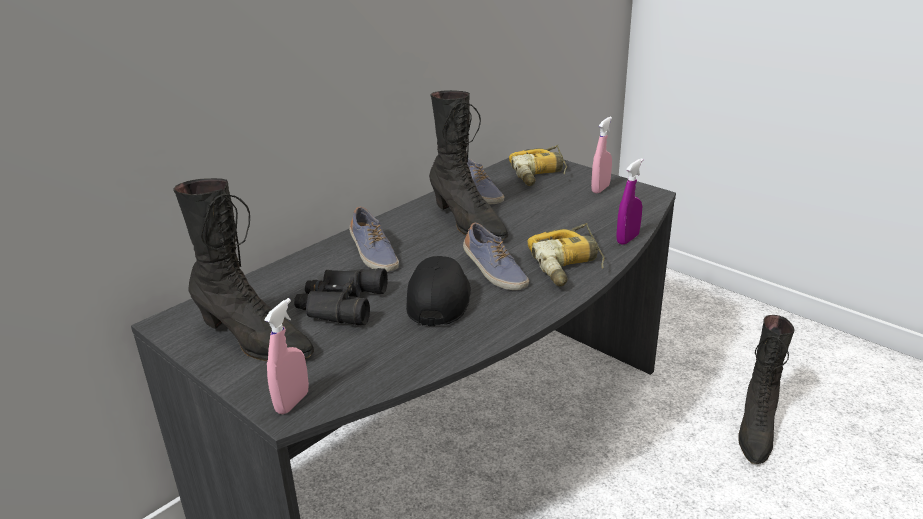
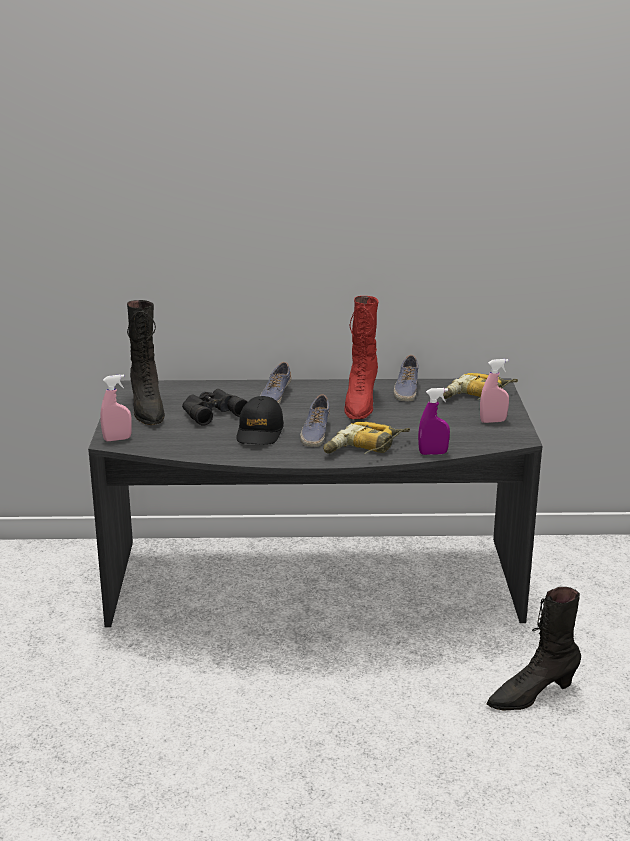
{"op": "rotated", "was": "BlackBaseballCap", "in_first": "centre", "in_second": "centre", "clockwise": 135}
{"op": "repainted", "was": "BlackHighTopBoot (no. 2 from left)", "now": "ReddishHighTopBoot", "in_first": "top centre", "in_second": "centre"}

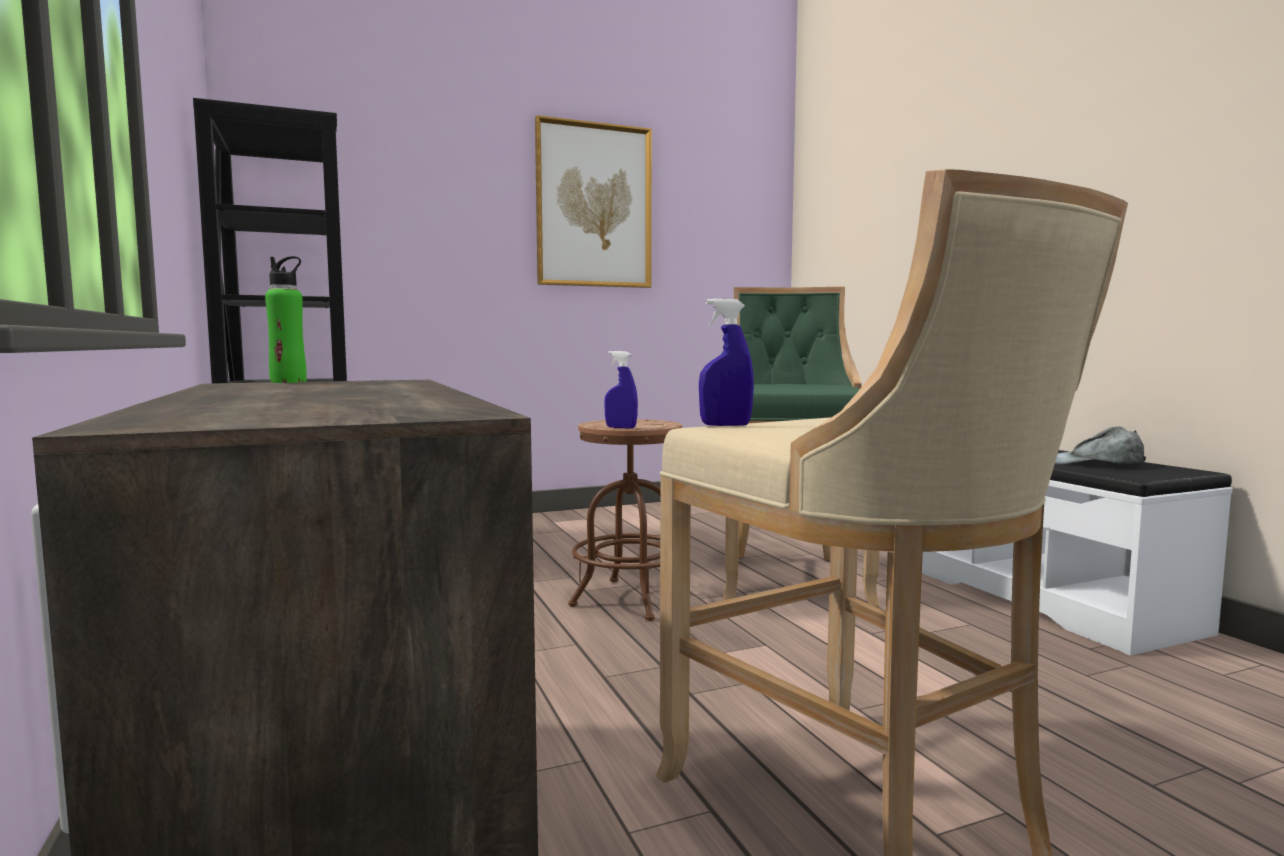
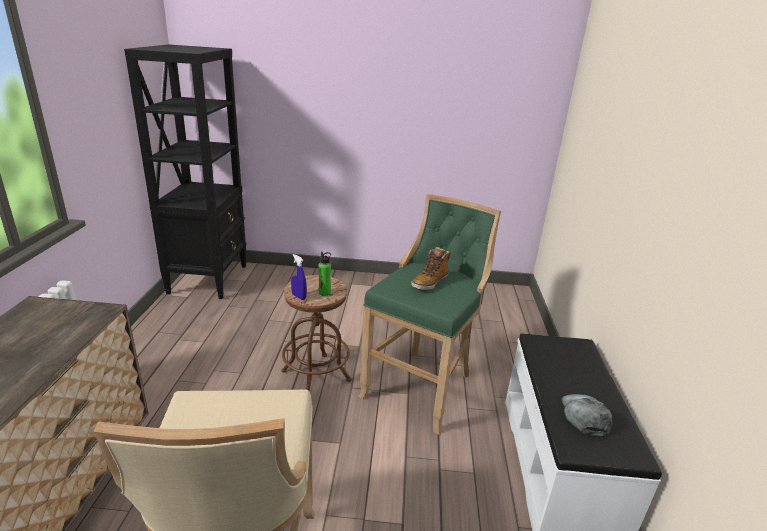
{"op": "shifted", "was": "GreenBottle", "in_first": "middle left", "in_second": "centre"}
{"op": "gone", "was": "WallArt", "in_first": "top centre"}
{"op": "gone", "was": "BluishSprayer (no. 2 from left)", "in_first": "centre"}
{"op": "rotated", "was": "GrayBaseballCap", "in_first": "middle right", "in_second": "bottom right", "clockwise": 45}
{"op": "new", "now": "HighTopBoot", "in_second": "centre"}

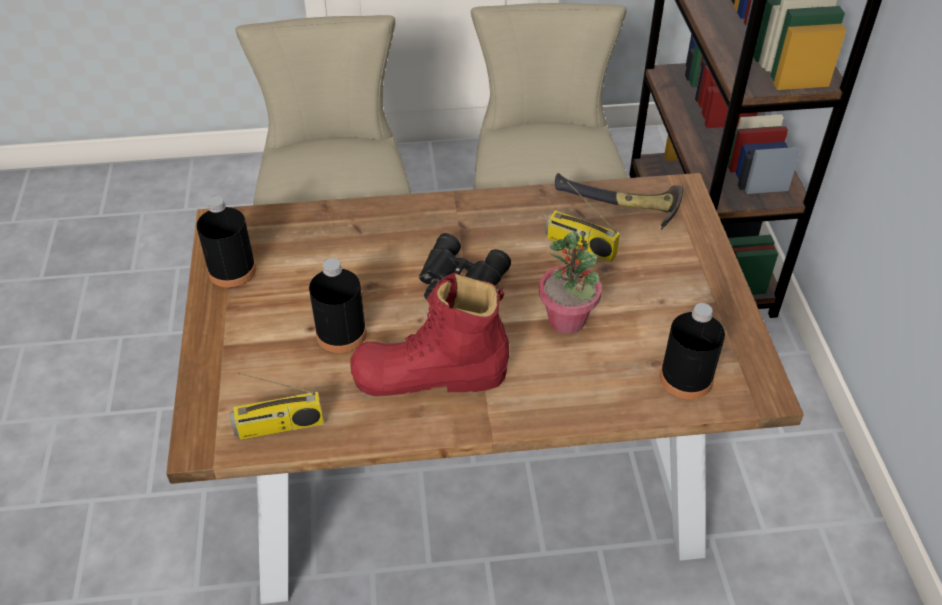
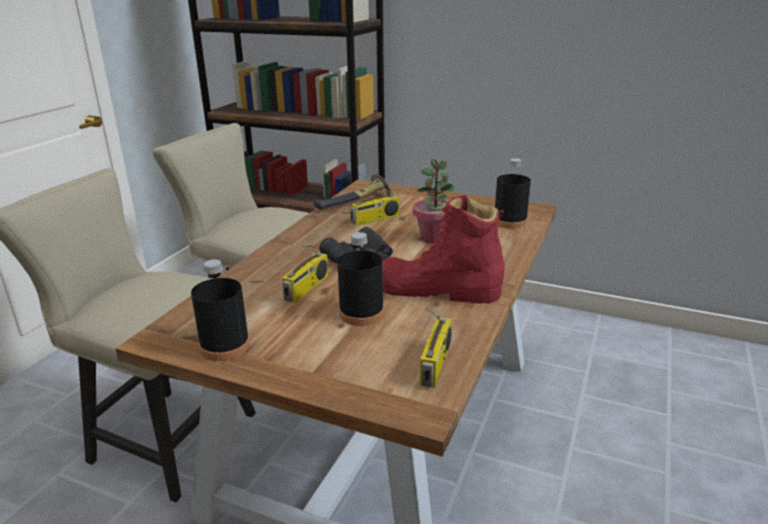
{"op": "rotated", "was": "ReddishHighTopBoot", "in_first": "centre", "in_second": "centre", "clockwise": 75}
{"op": "new", "now": "RadioSet (no. 1 from left)", "in_second": "centre"}

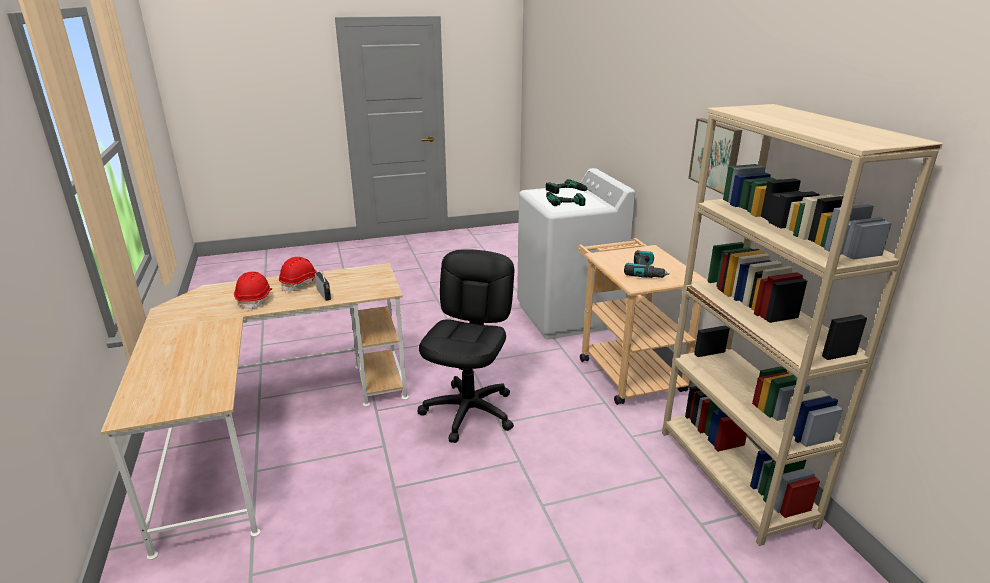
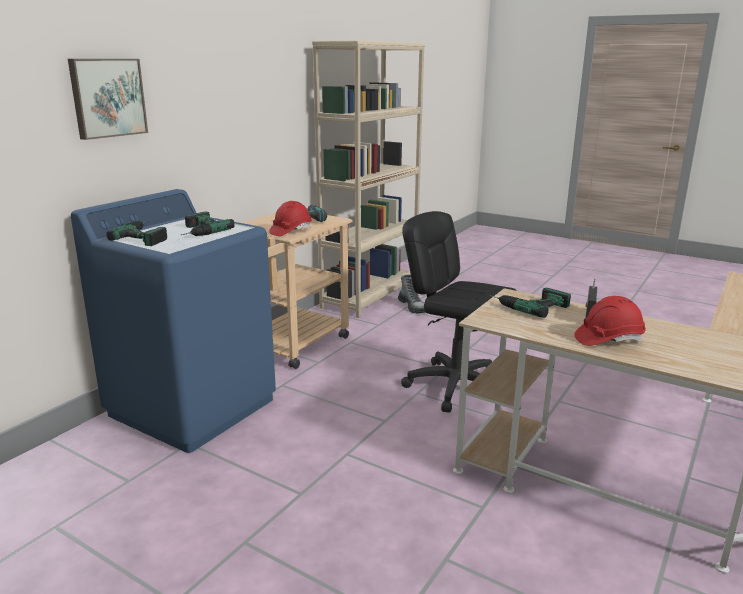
{"op": "shifted", "was": "ReddishWorkHelmet (no. 1 from left)", "in_first": "middle left", "in_second": "centre"}
{"op": "rotated", "was": "BlackDeskChair", "in_first": "centre", "in_second": "centre", "clockwise": 60}
{"op": "repainted", "was": "WhiteLaundryMachine", "now": "BluishLaundryMachine", "in_first": "centre", "in_second": "middle left"}
{"op": "shifted", "was": "WallArt", "in_first": "top right", "in_second": "top left"}
{"op": "new", "now": "HighTopBoot", "in_second": "centre"}
{"op": "new", "now": "PowerDrill (no. 4 from left)", "in_second": "middle right"}

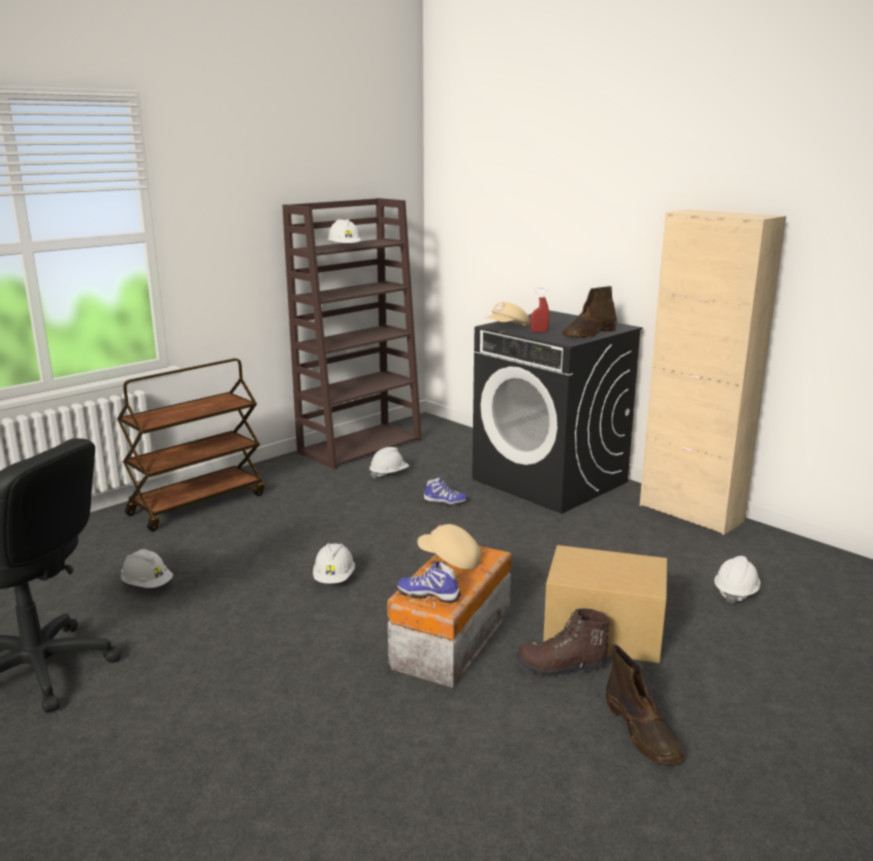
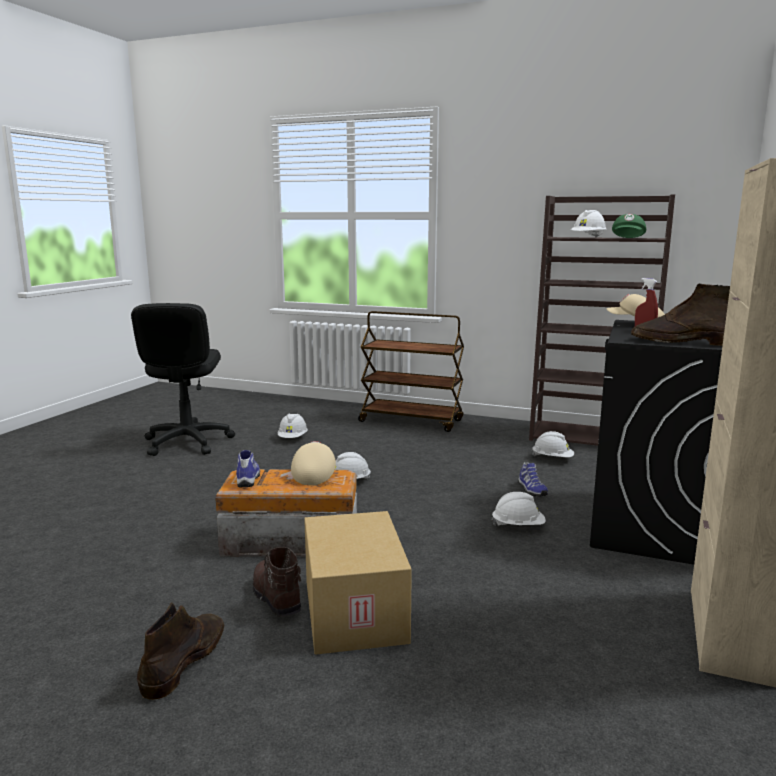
{"op": "rotated", "was": "BrownishHighTopBoot (no. 3 from left in the first image)", "in_first": "bottom right", "in_second": "bottom left", "clockwise": 150}
{"op": "shifted", "was": "WhiteWorkHelmet (no. 5 from left in the first image)", "now": "WhiteWorkHelmet (no. 3 from left)", "in_first": "bottom right", "in_second": "middle right"}
{"op": "new", "now": "GreenBaseballCap", "in_second": "top right"}

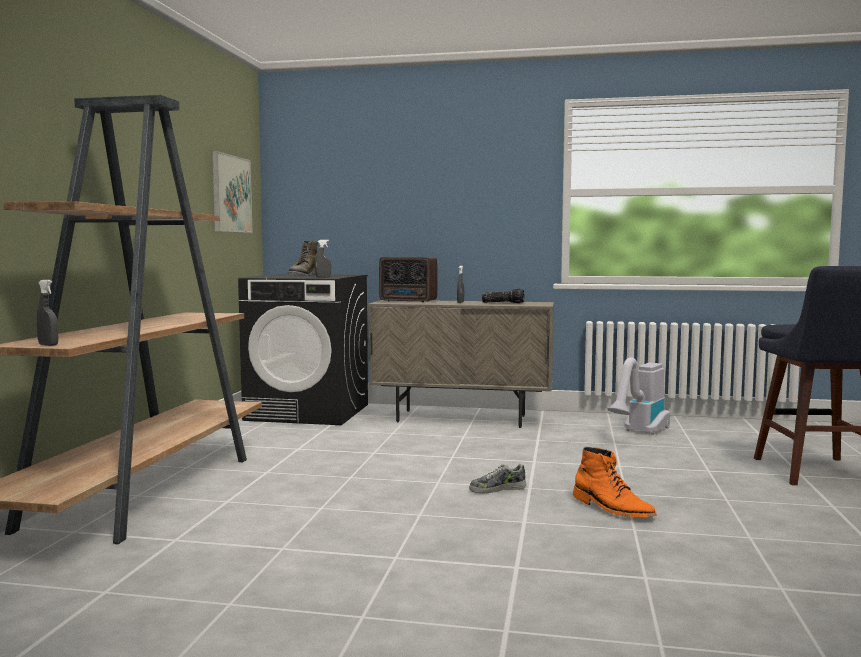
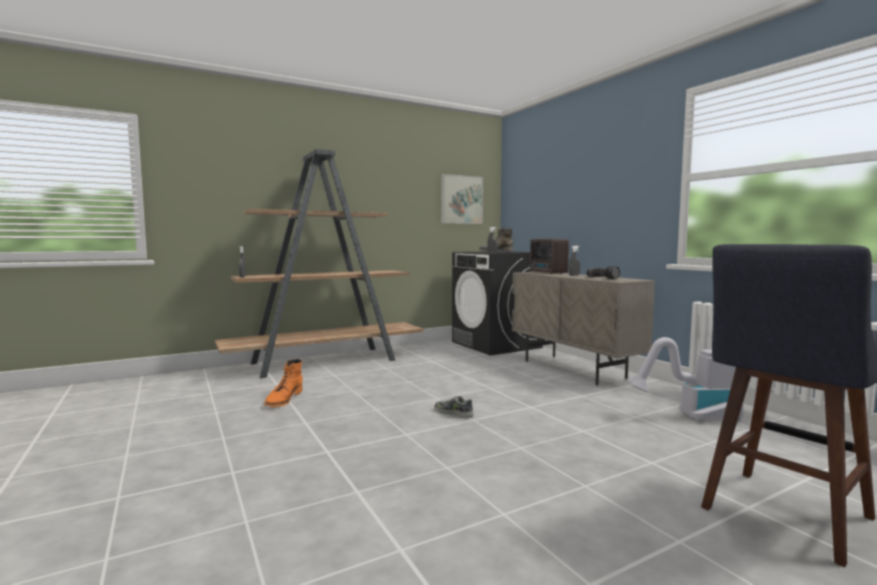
{"op": "shifted", "was": "OrangeyHighTopBoot", "in_first": "bottom right", "in_second": "middle left"}

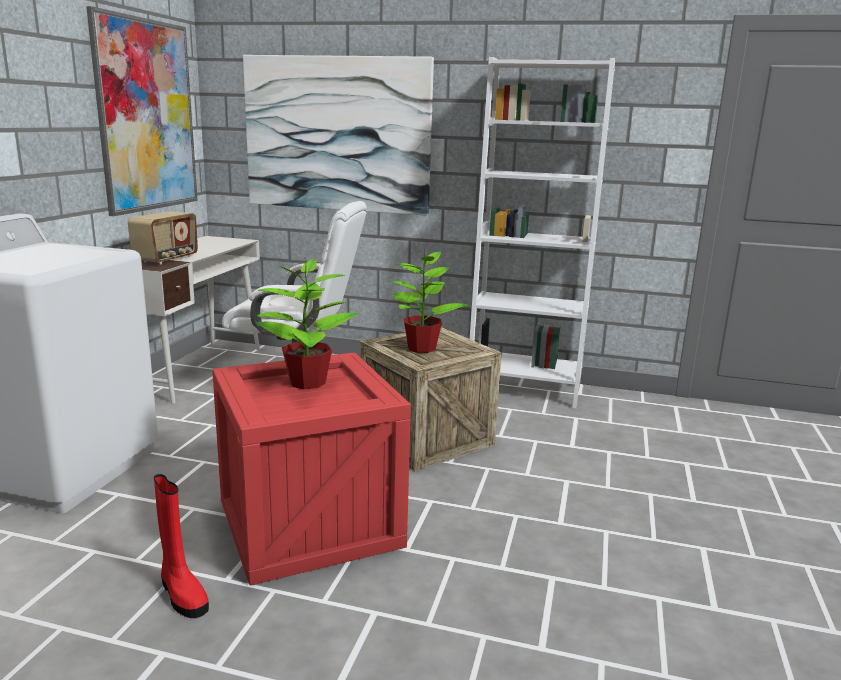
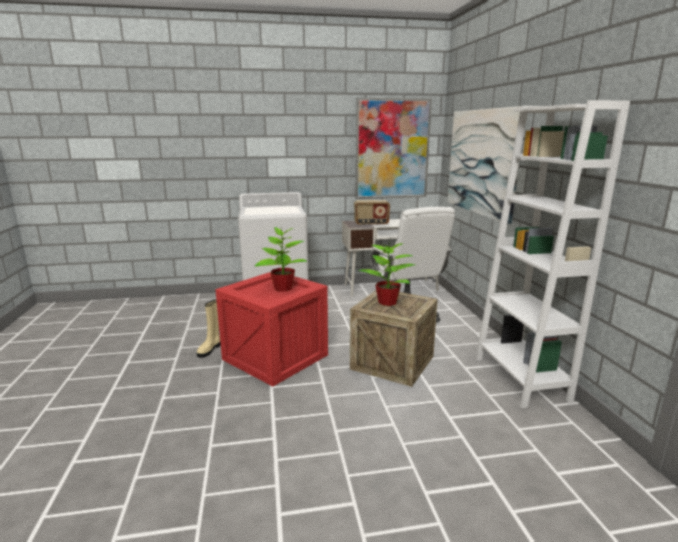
{"op": "repainted", "was": "ReddishHighTopBoot", "now": "BeigeColouredHighTopBoot", "in_first": "bottom left", "in_second": "middle left"}

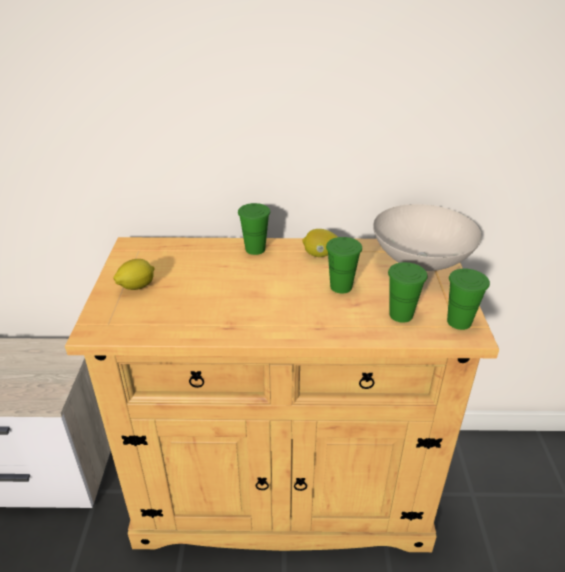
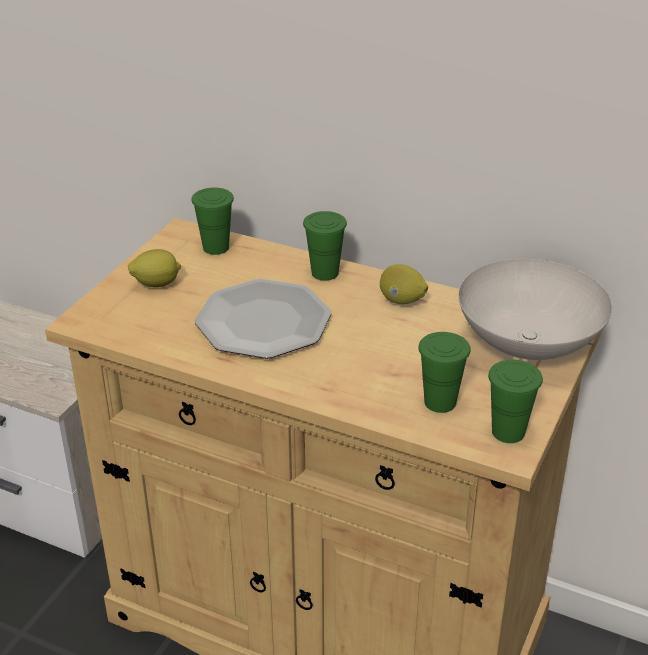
{"op": "shifted", "was": "GreenSmallCup (no. 2 from left in the first image)", "now": "GreenSmallCup (no. 1 from left)", "in_first": "centre", "in_second": "middle left"}
{"op": "new", "now": "Plate", "in_second": "centre"}

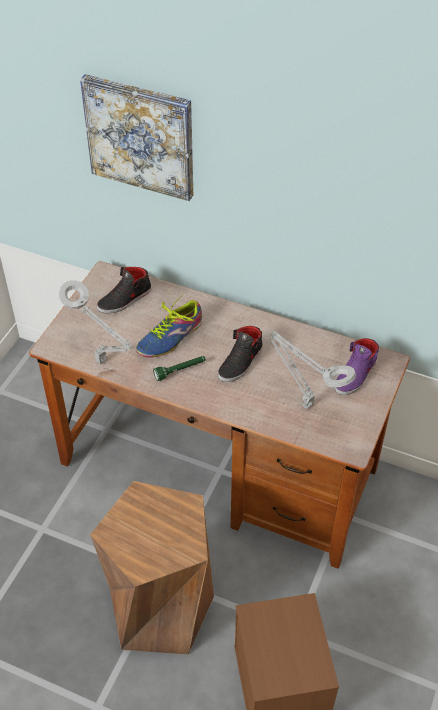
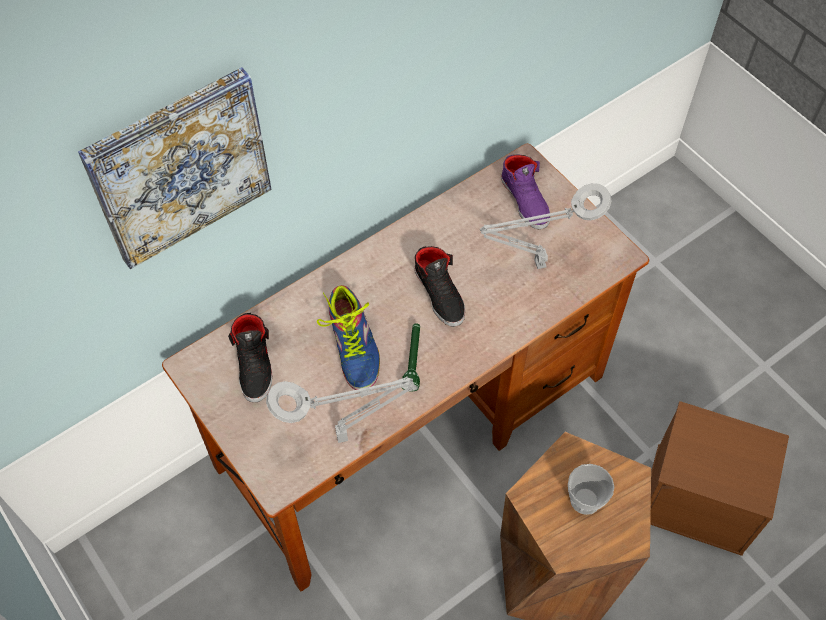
{"op": "new", "now": "SmallCup", "in_second": "bottom right"}

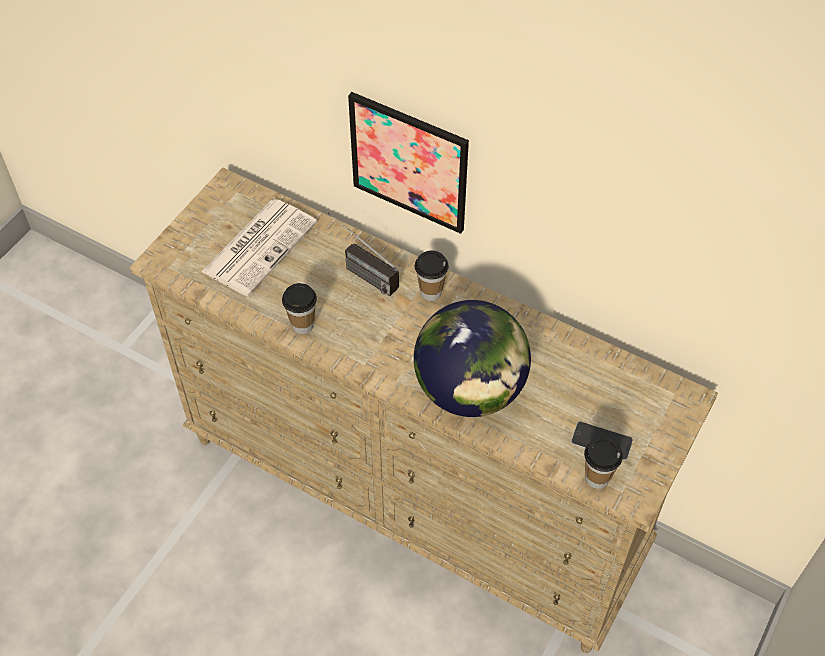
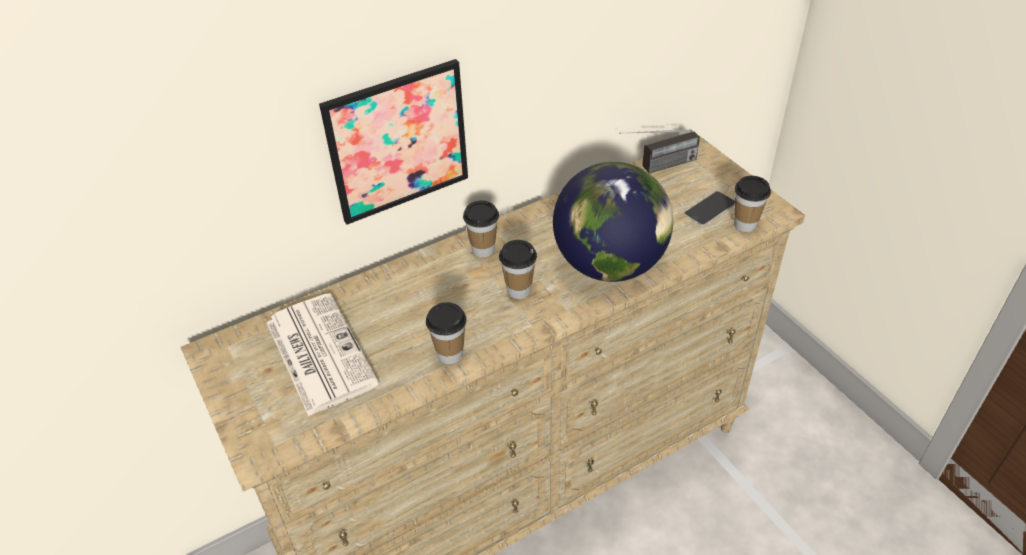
{"op": "shifted", "was": "RadioSet", "in_first": "centre", "in_second": "top centre"}
{"op": "new", "now": "SmallCup (no. 3 from left)", "in_second": "centre"}

